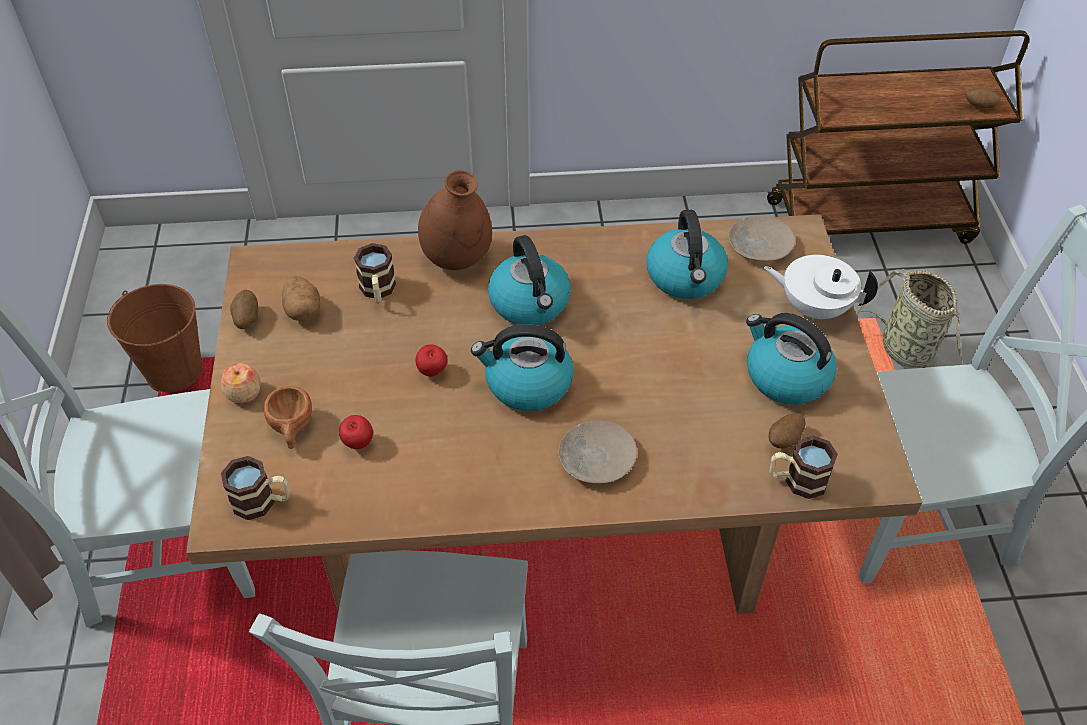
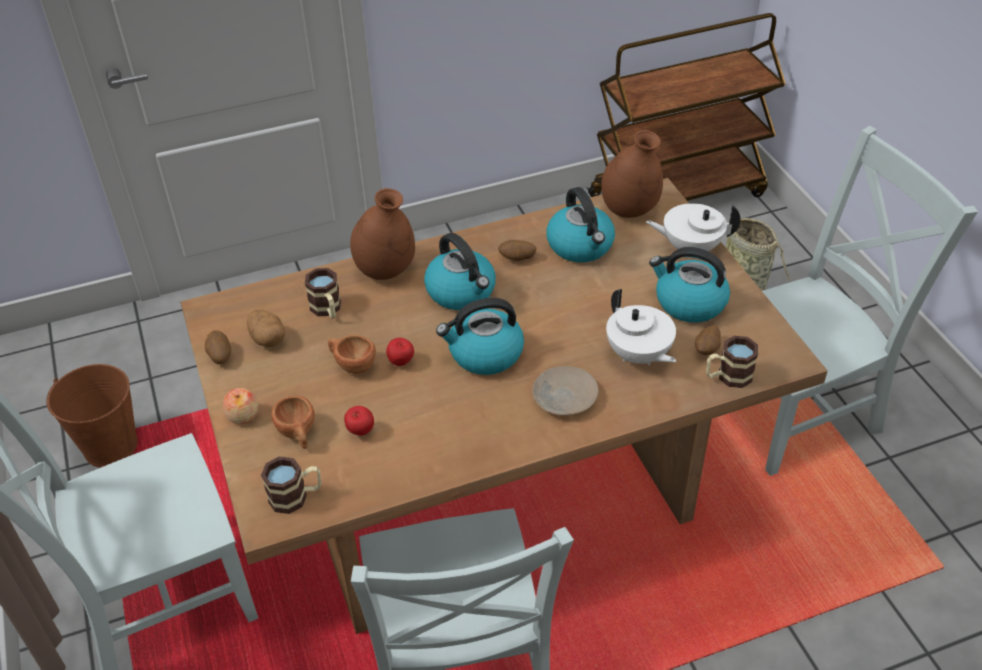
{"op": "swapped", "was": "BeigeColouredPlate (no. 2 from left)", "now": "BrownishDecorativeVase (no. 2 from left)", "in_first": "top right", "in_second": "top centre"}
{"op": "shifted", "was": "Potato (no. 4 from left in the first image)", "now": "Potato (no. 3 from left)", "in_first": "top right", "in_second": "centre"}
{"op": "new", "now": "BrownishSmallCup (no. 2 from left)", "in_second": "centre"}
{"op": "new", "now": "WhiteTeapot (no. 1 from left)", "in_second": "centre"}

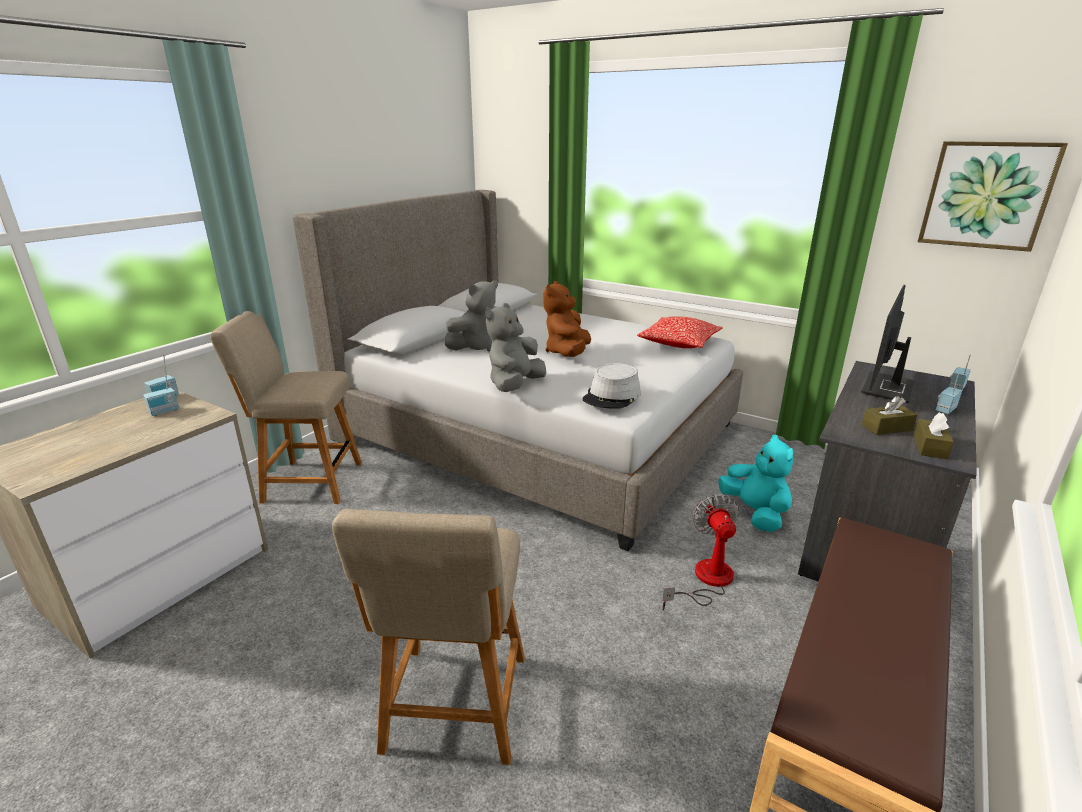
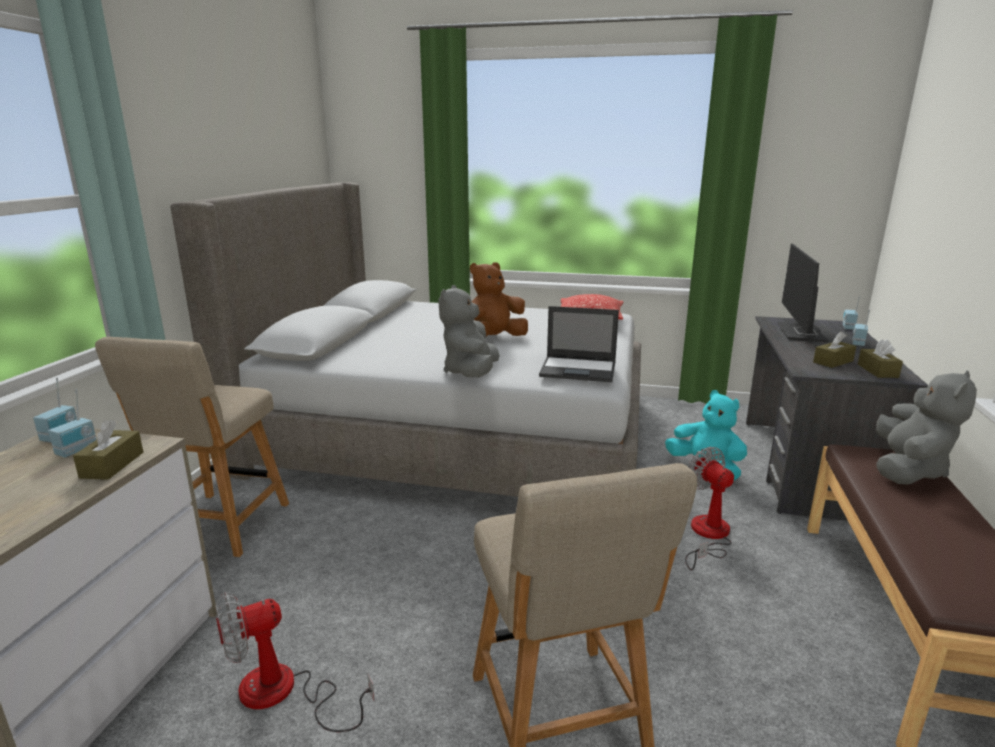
{"op": "rotated", "was": "BeigeColouredPlainChair (no. 1 from left)", "in_first": "middle left", "in_second": "middle left", "clockwise": -60}
{"op": "shifted", "was": "GraySoftToy (no. 1 from left in the first image)", "now": "GraySoftToy (no. 2 from left)", "in_first": "centre", "in_second": "middle right"}
{"op": "rotated", "was": "BrownishSoftToy", "in_first": "centre", "in_second": "centre", "clockwise": 60}
{"op": "swapped", "was": "GrayClothingHat", "now": "NotebookComputer", "in_first": "centre", "in_second": "centre"}
{"op": "gone", "was": "WallArt", "in_first": "top right"}
{"op": "new", "now": "BrownishBoxOfTissues (no. 1 from left)", "in_second": "middle left"}
{"op": "new", "now": "ElectricFan (no. 1 from left)", "in_second": "bottom left"}

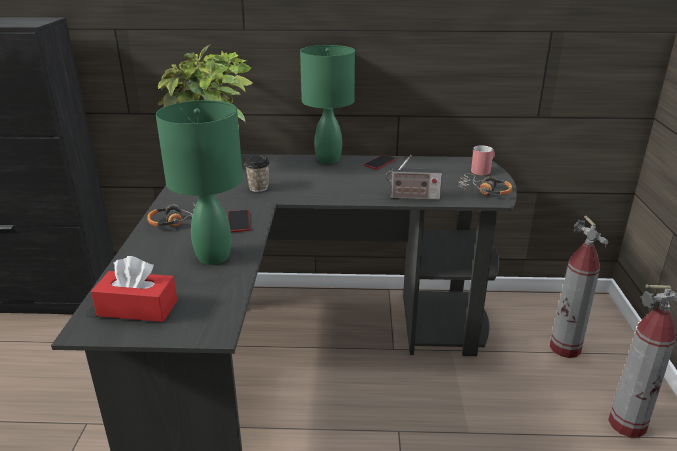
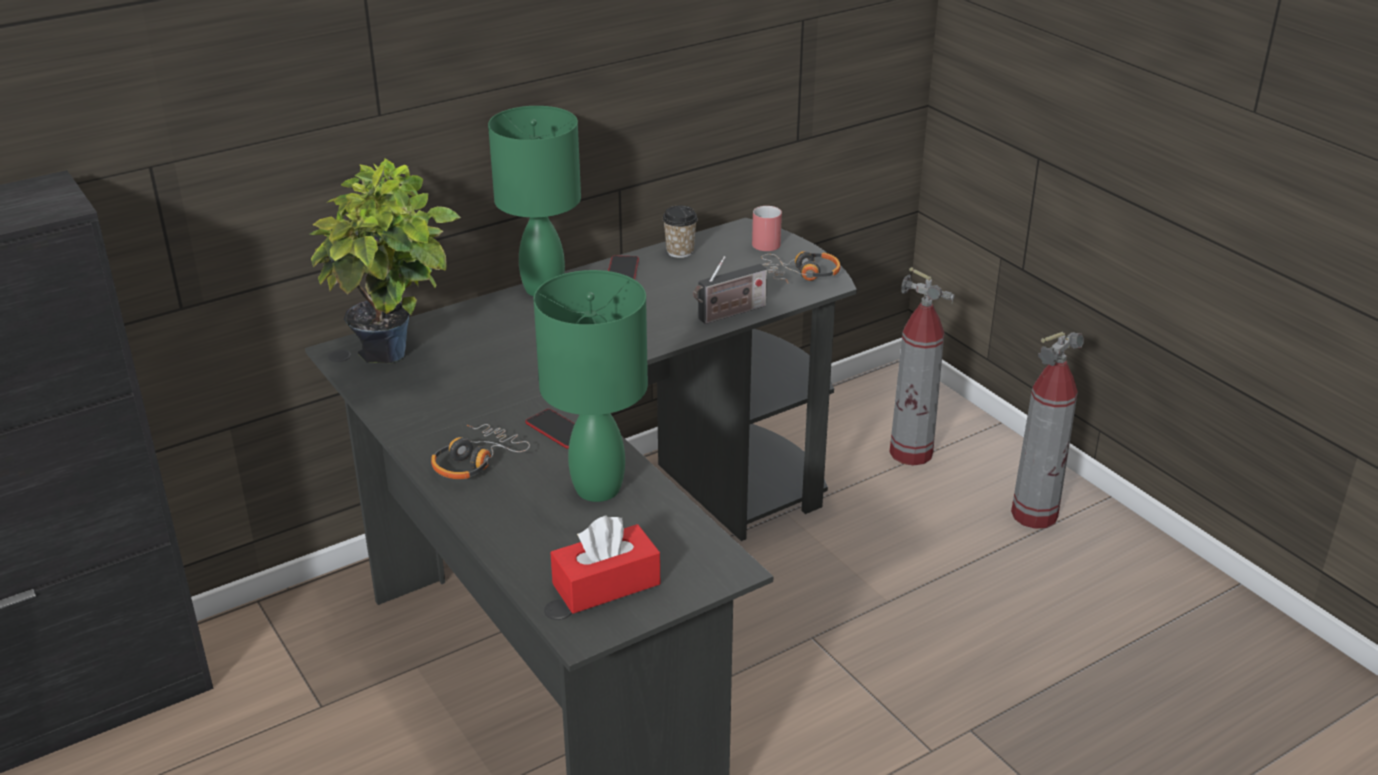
{"op": "shifted", "was": "SmallCup", "in_first": "centre", "in_second": "top centre"}

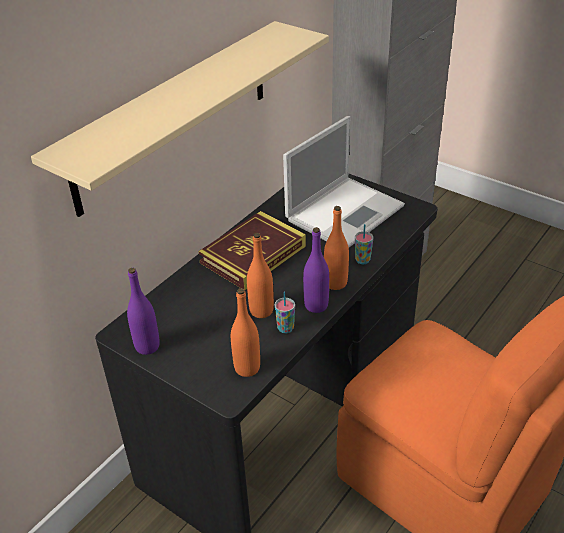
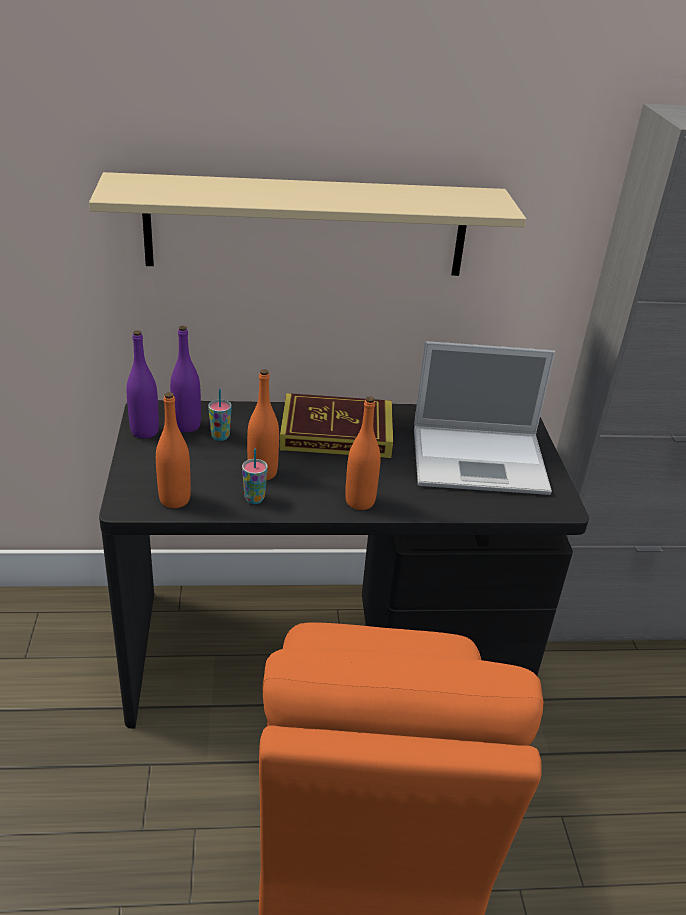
{"op": "shifted", "was": "PurplishBottle (no. 2 from left)", "in_first": "centre", "in_second": "middle left"}
{"op": "shifted", "was": "SmallCup (no. 2 from left in the first image)", "now": "SmallCup (no. 1 from left)", "in_first": "centre", "in_second": "middle left"}

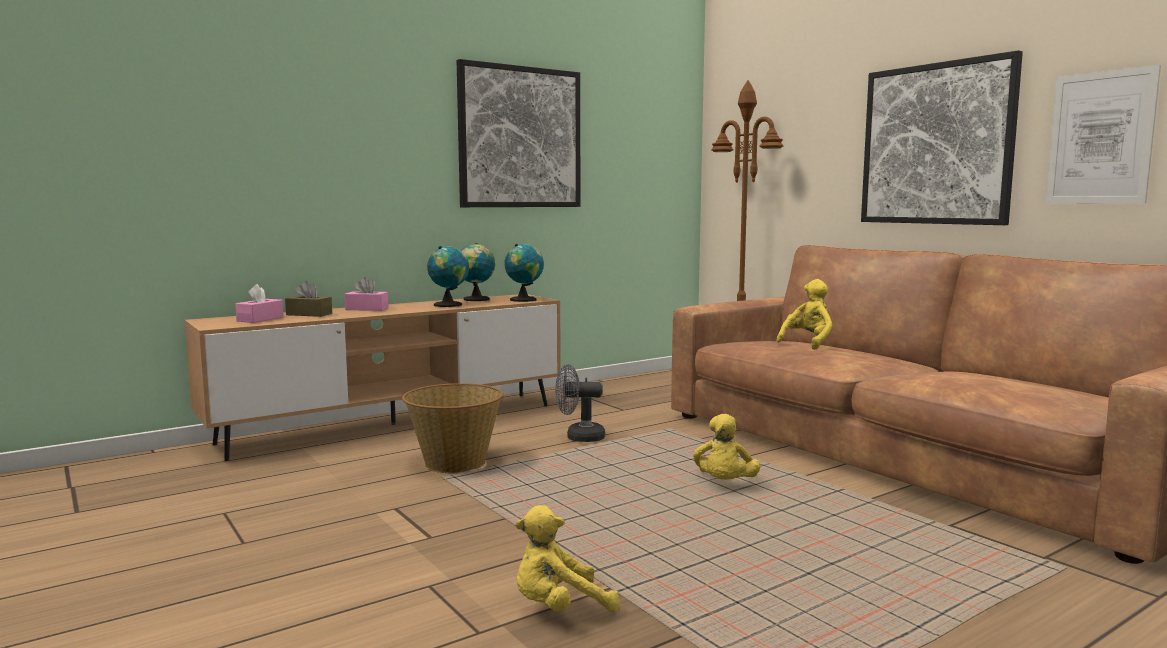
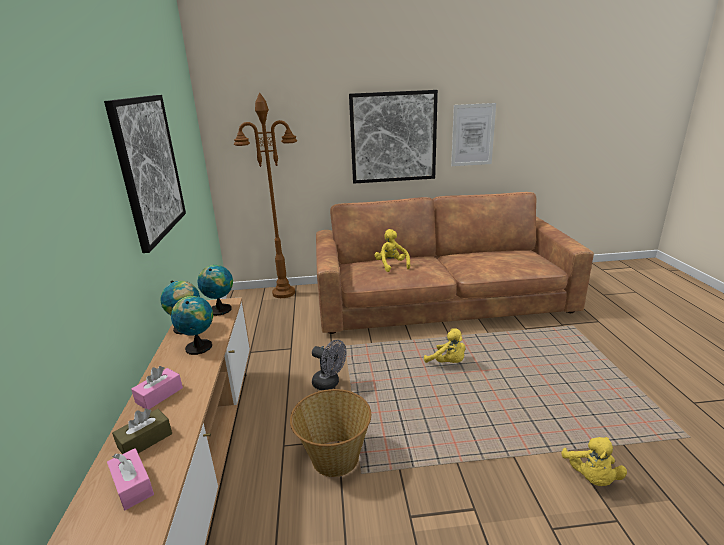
{"op": "rotated", "was": "GrayElectricFan", "in_first": "centre", "in_second": "bottom centre", "clockwise": -90}

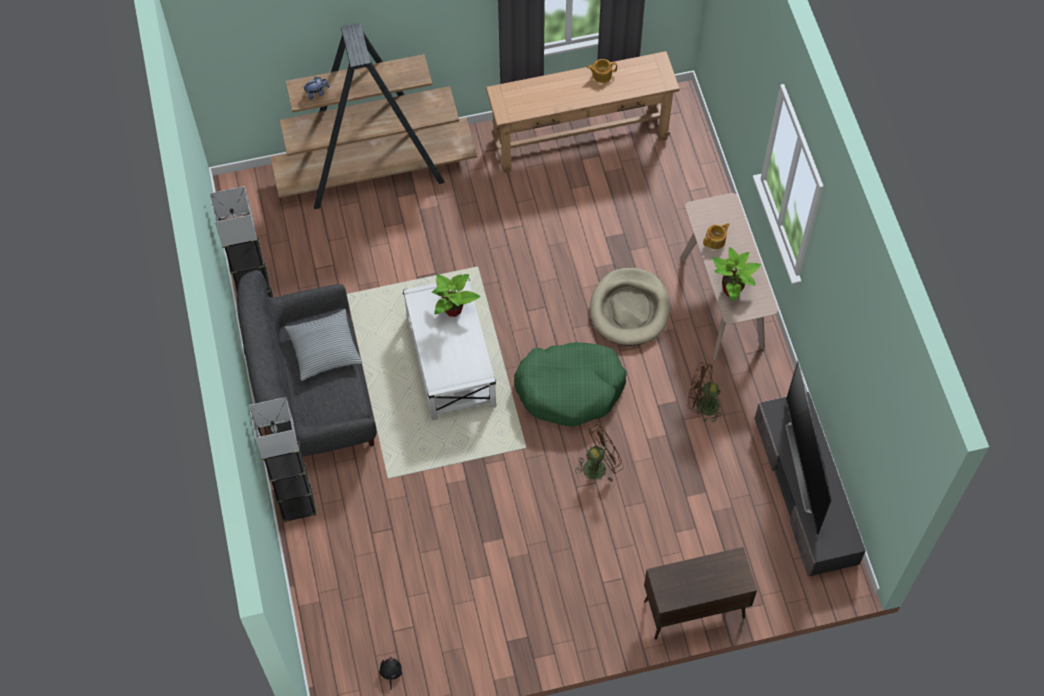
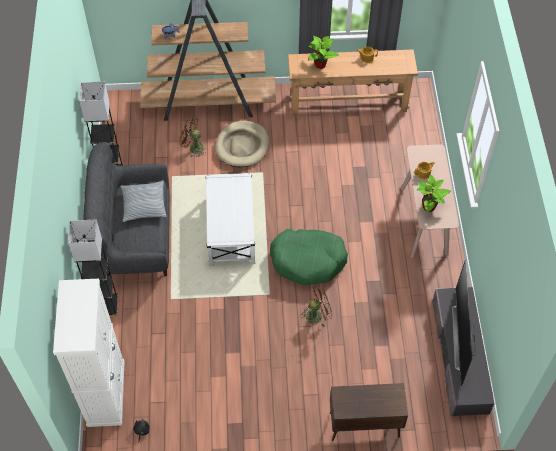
{"op": "shifted", "was": "PlantInAPot (no. 1 from left)", "in_first": "centre", "in_second": "top centre"}
{"op": "shifted", "was": "BeigeColouredPetBed", "in_first": "centre", "in_second": "top centre"}
{"op": "shifted", "was": "BrownishElectricFan (no. 2 from left in the first image)", "now": "BrownishElectricFan (no. 1 from left)", "in_first": "middle right", "in_second": "top centre"}
{"op": "new", "now": "WhiteCupboard", "in_second": "bottom left"}

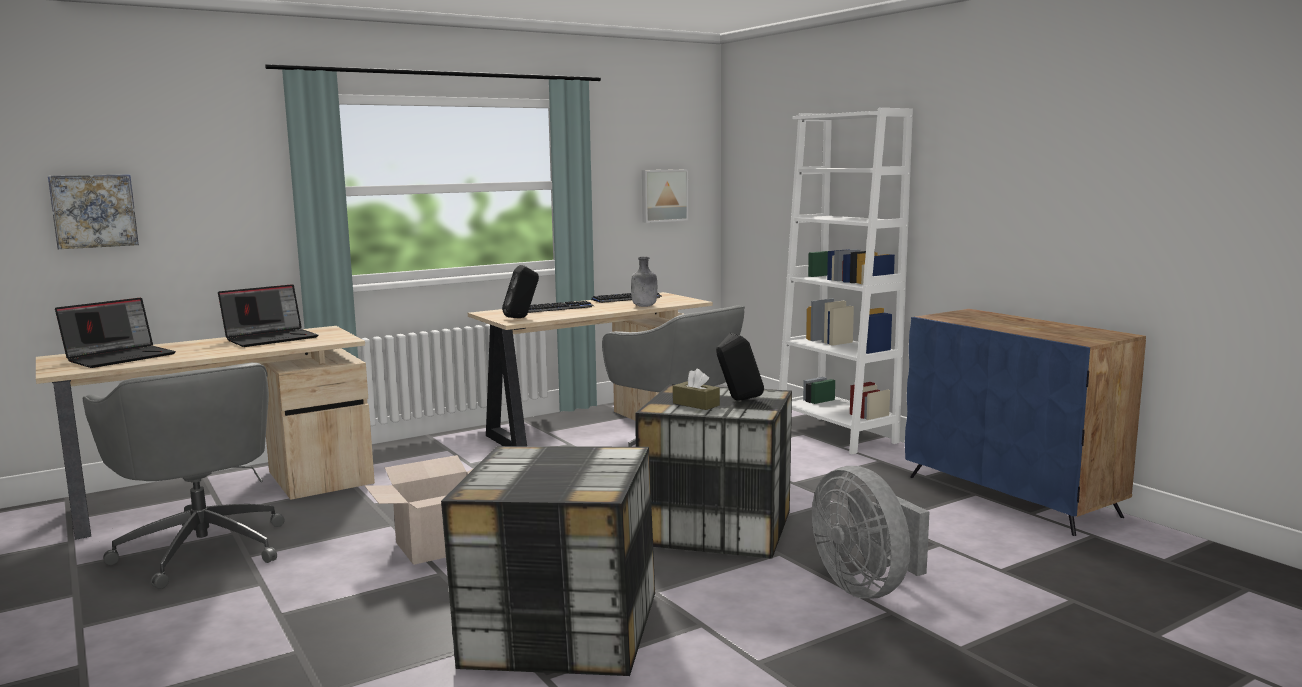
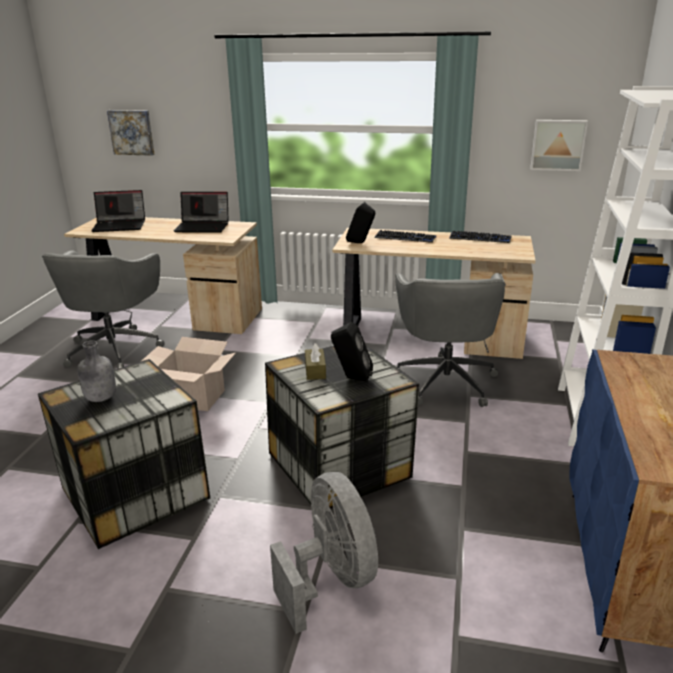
{"op": "shifted", "was": "GrayBottle", "in_first": "centre", "in_second": "middle left"}
{"op": "rotated", "was": "GrayElectricFan", "in_first": "bottom right", "in_second": "bottom centre", "clockwise": 135}

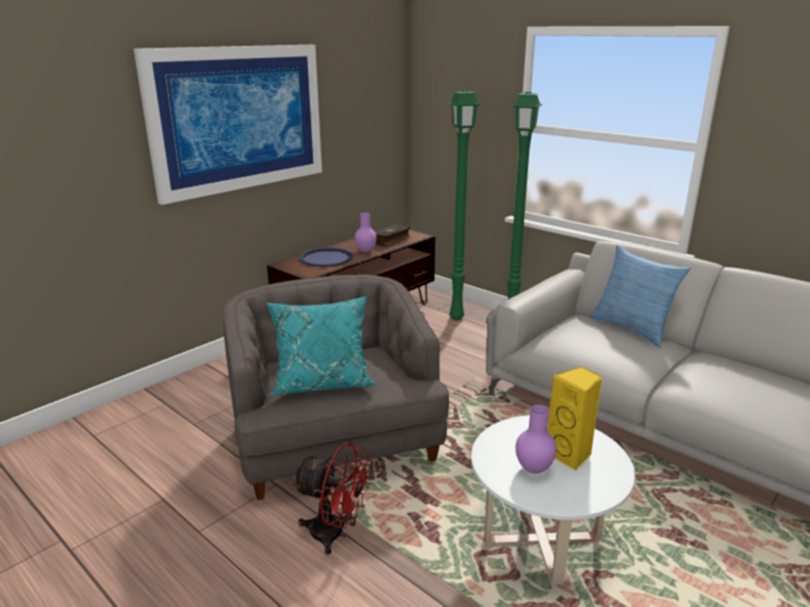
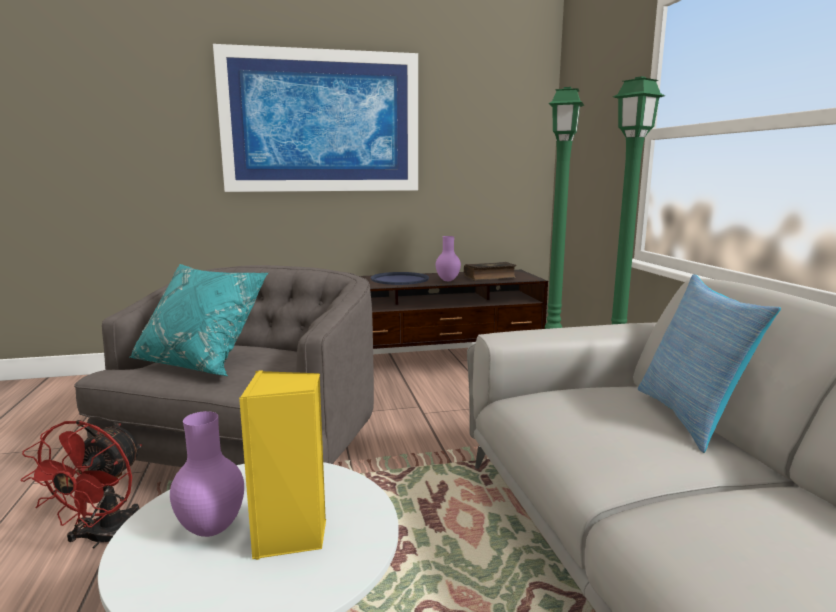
{"op": "rotated", "was": "ReddishElectricFan", "in_first": "bottom centre", "in_second": "bottom left", "clockwise": 45}

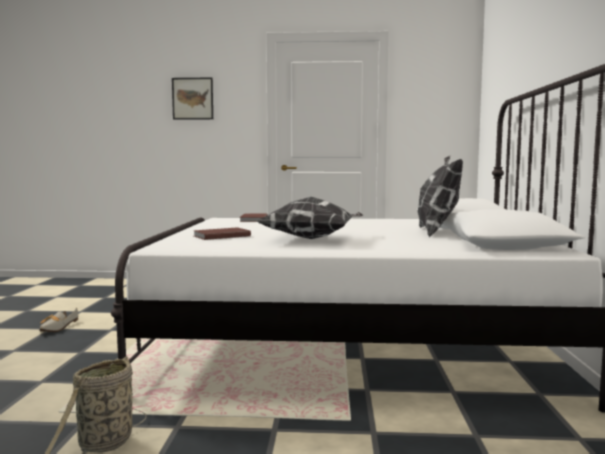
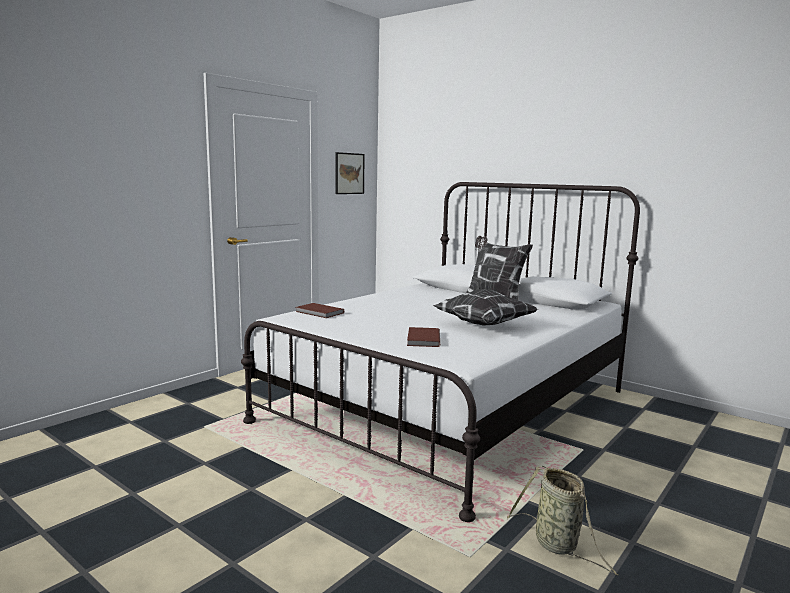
{"op": "gone", "was": "ItemOfFootwear", "in_first": "bottom left"}
{"op": "shifted", "was": "WallArt", "in_first": "top left", "in_second": "top centre"}

